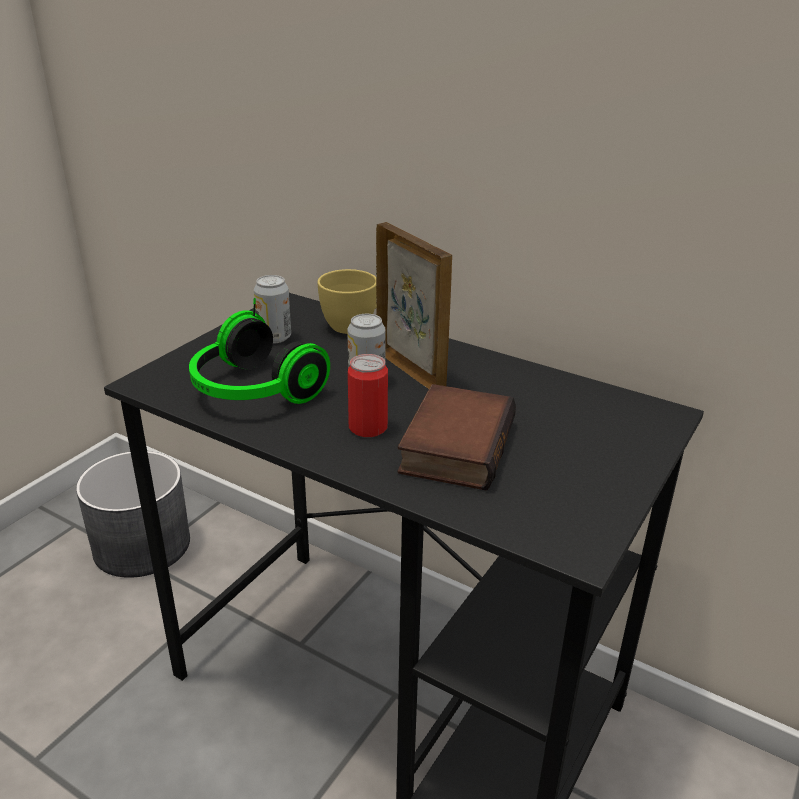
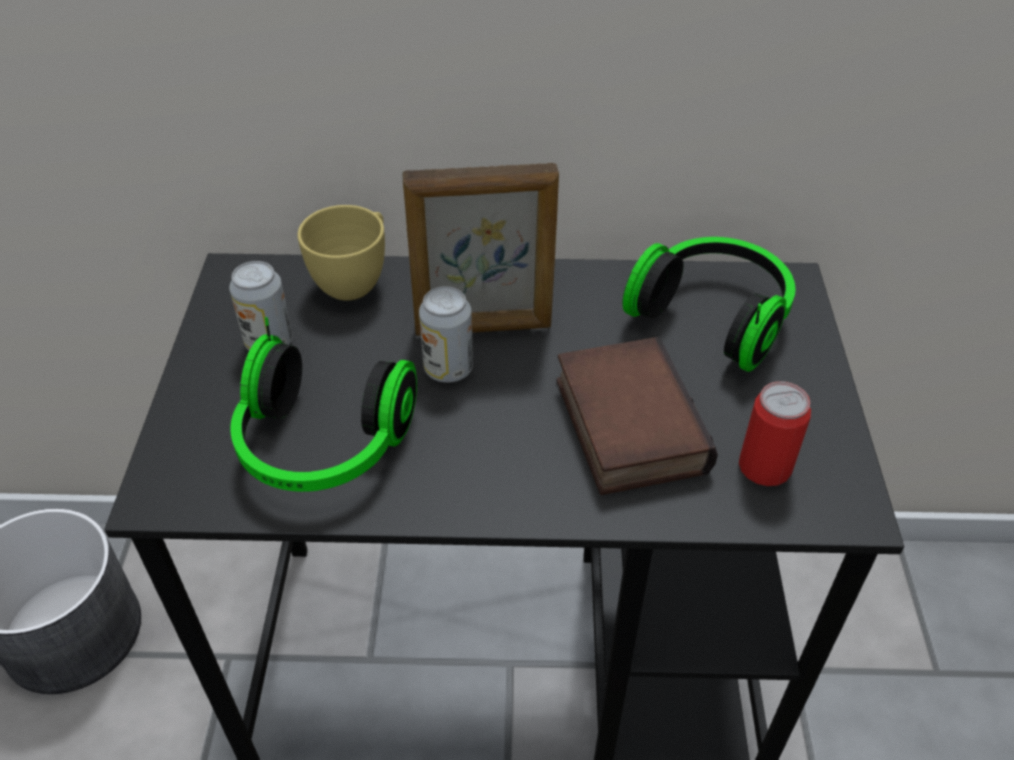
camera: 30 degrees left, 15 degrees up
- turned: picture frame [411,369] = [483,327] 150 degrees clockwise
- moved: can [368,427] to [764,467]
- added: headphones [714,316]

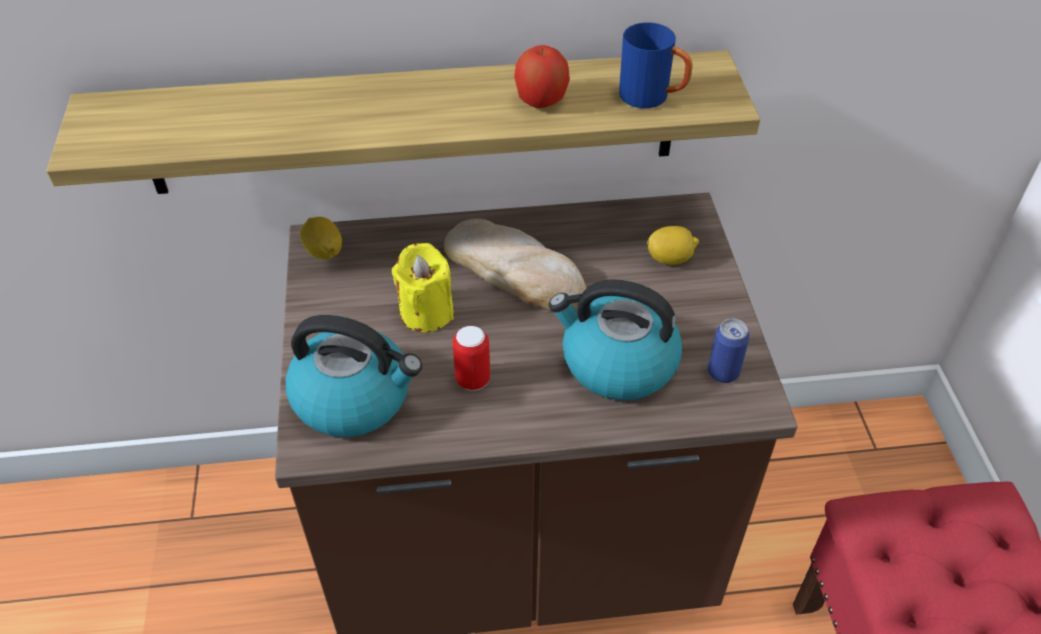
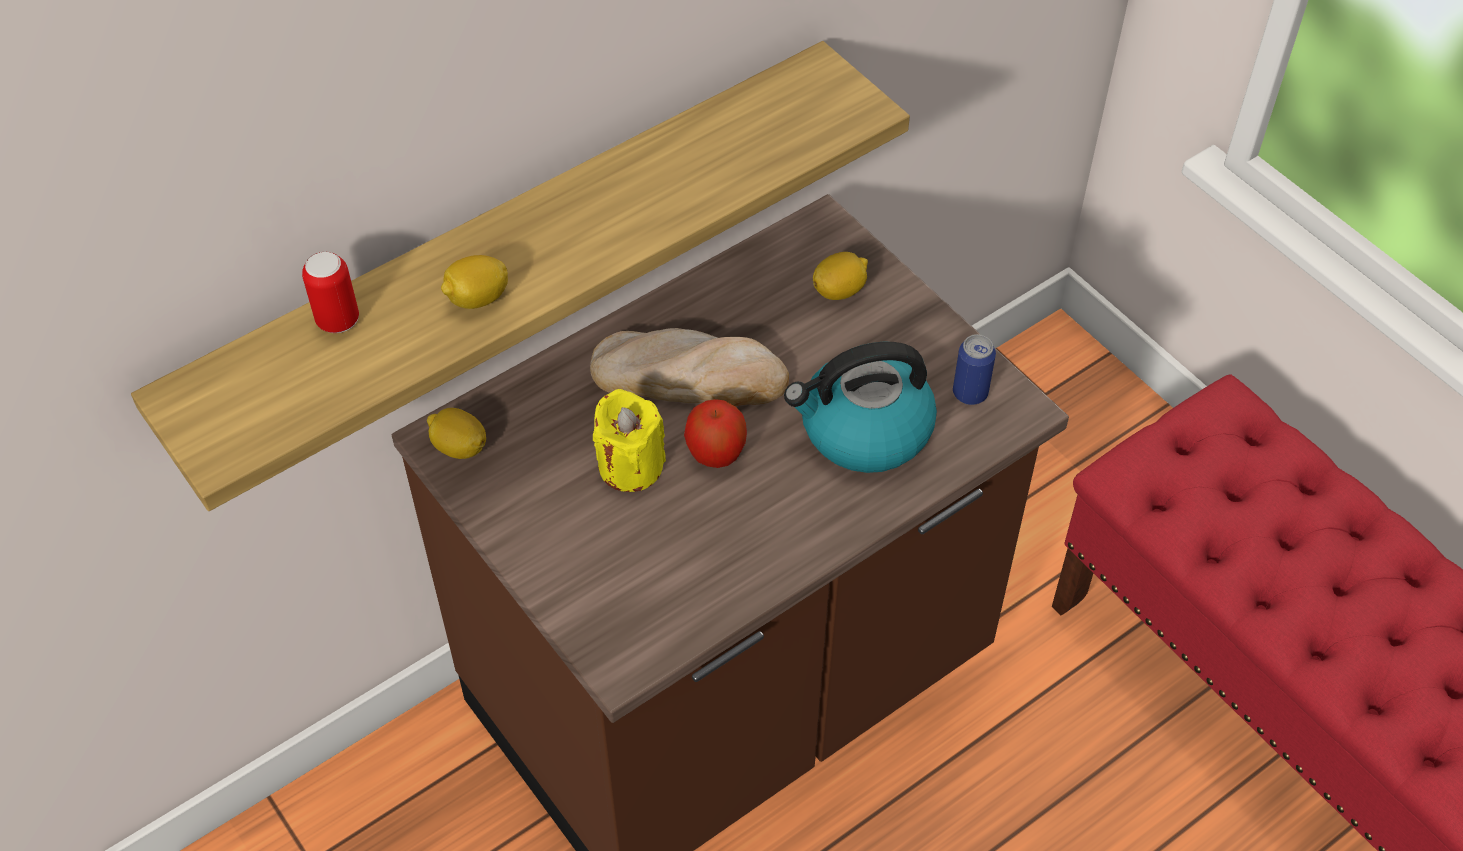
camera: 30 degrees left, 5 degrees up
- removed: blue mug [652,98]
- moved: apple [541,101] to [716,452]
- removed: kettle [354,397]
- moved: can [473,379] to [338,320]
- added: lemon [477,299]

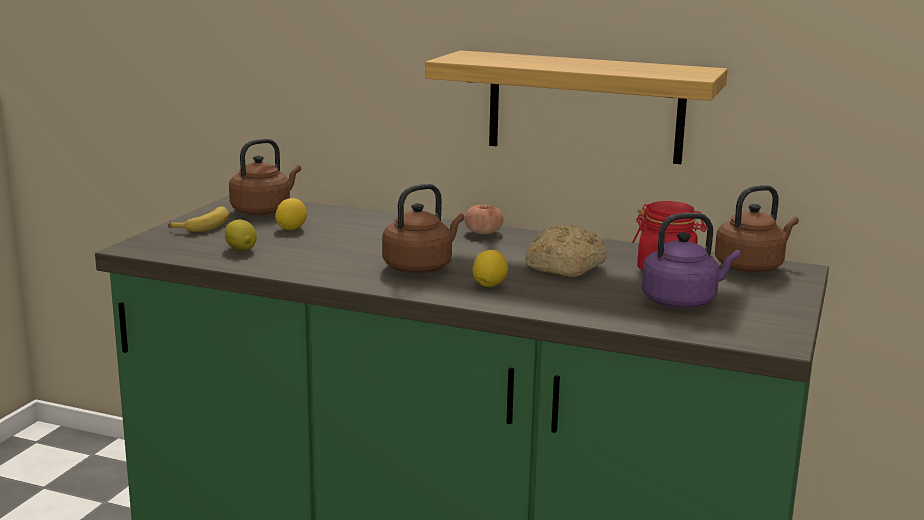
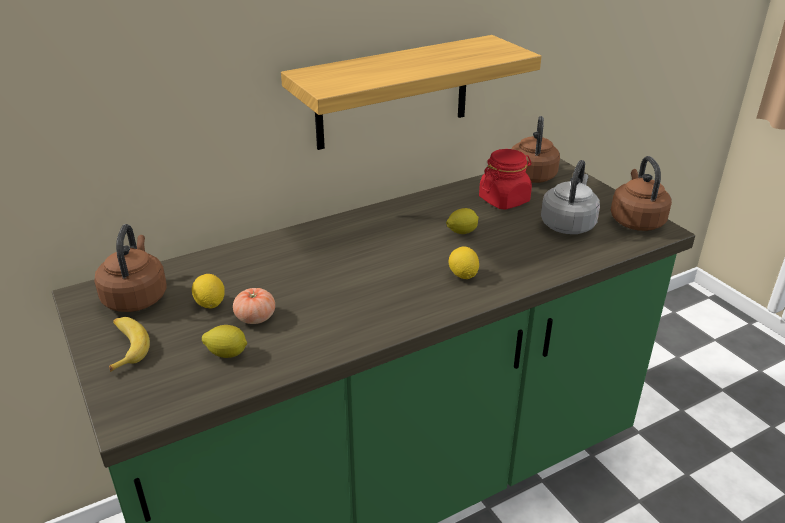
camera: 50 degrees left, 15 degrees up
- moved: brown kettle [420,267] to [636,220]
- moved: tomato [483,232] to [255,317]
- recoloured: purple kettle [682,301] to grey kettle [568,224]
- replaced: bread [564,268] to lemon [461,232]

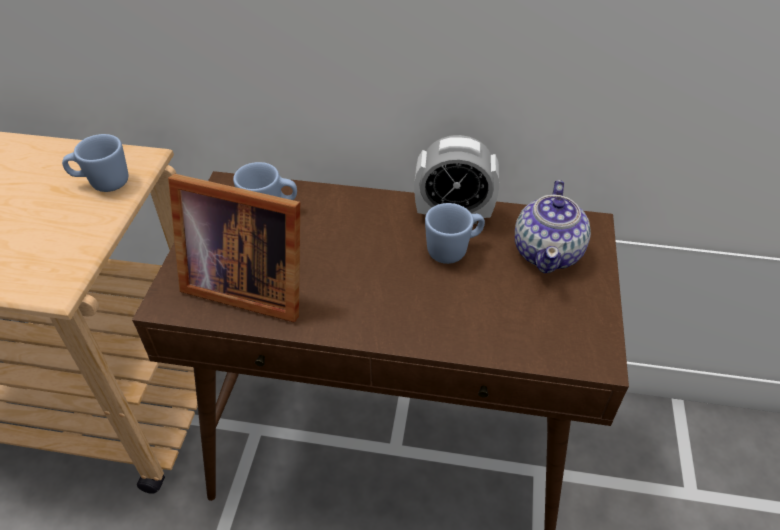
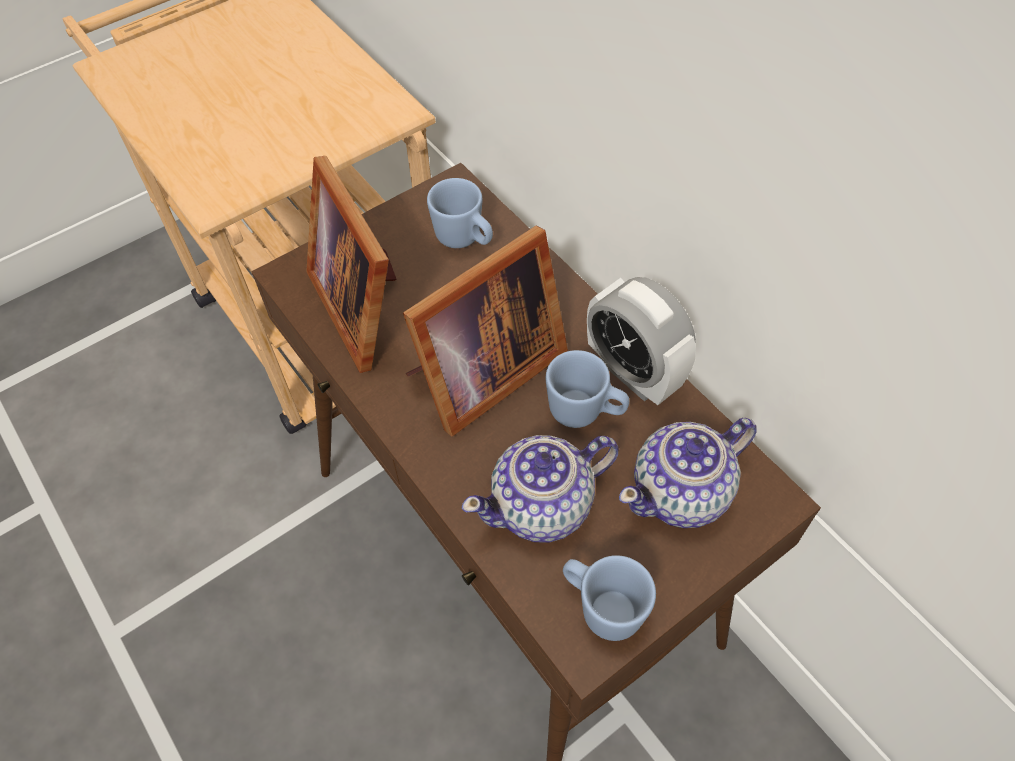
camera: 45 degrees right, 10 degrees up
- moved: blue mug [103,183] to [601,607]
- added: picture frame [481,374]
- added: teapot [543,506]

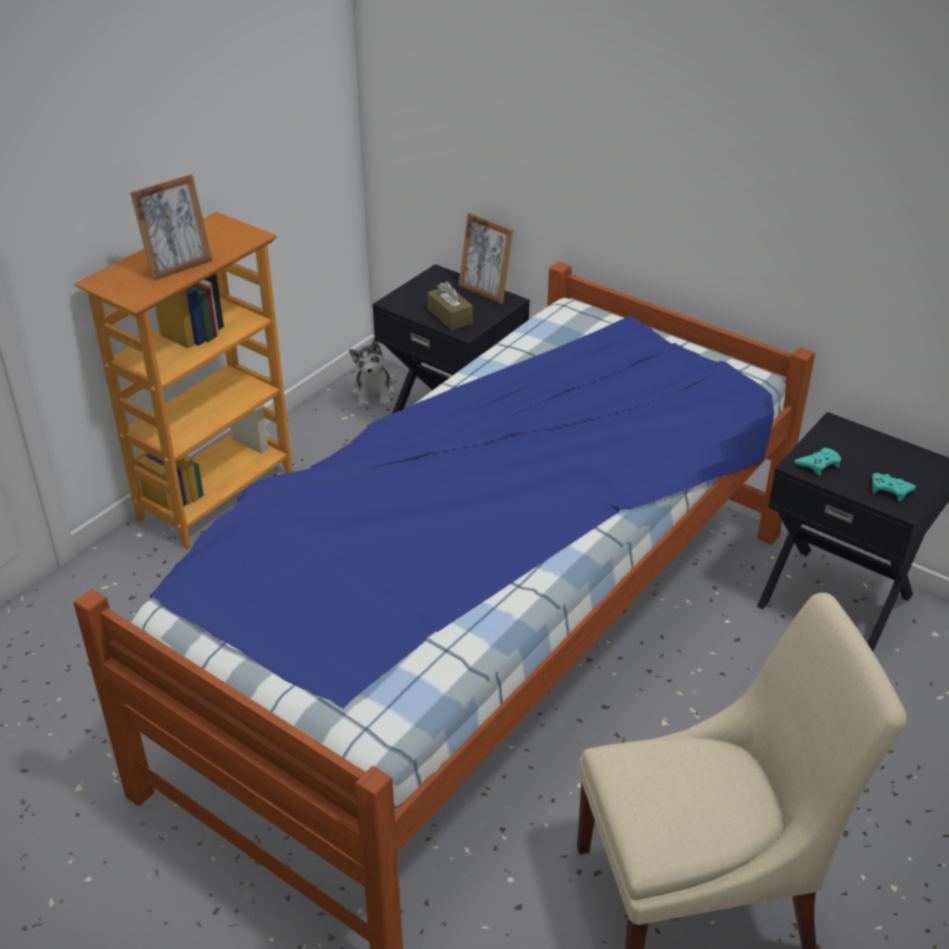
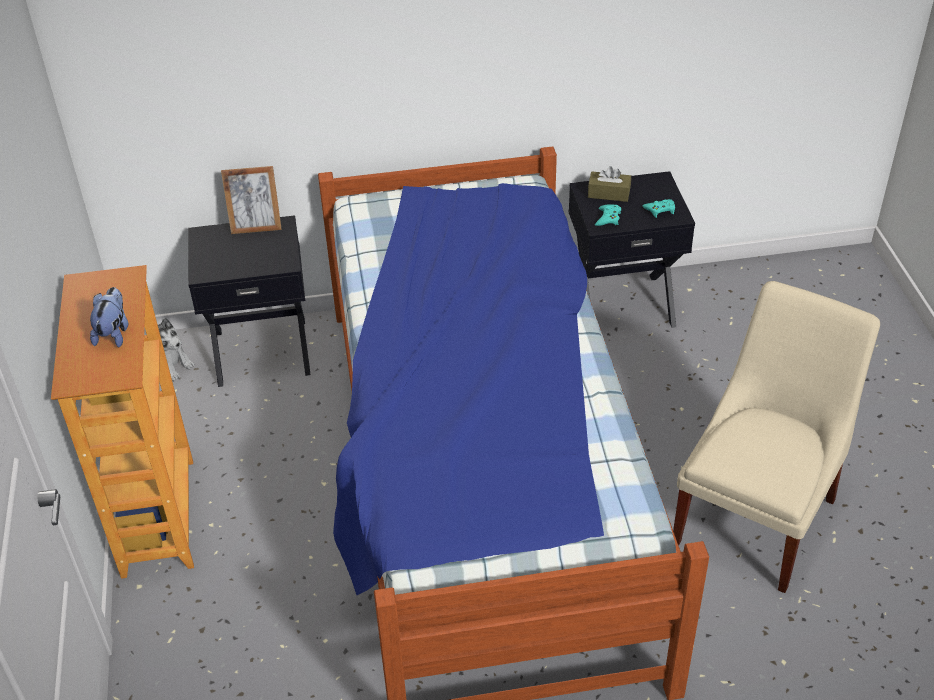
camera: 45 degrees left, 5 degrees up
- replaced: picture frame [178,267] to plush toy [114,333]
- moved: brown tissue box [450,316] to [609,193]

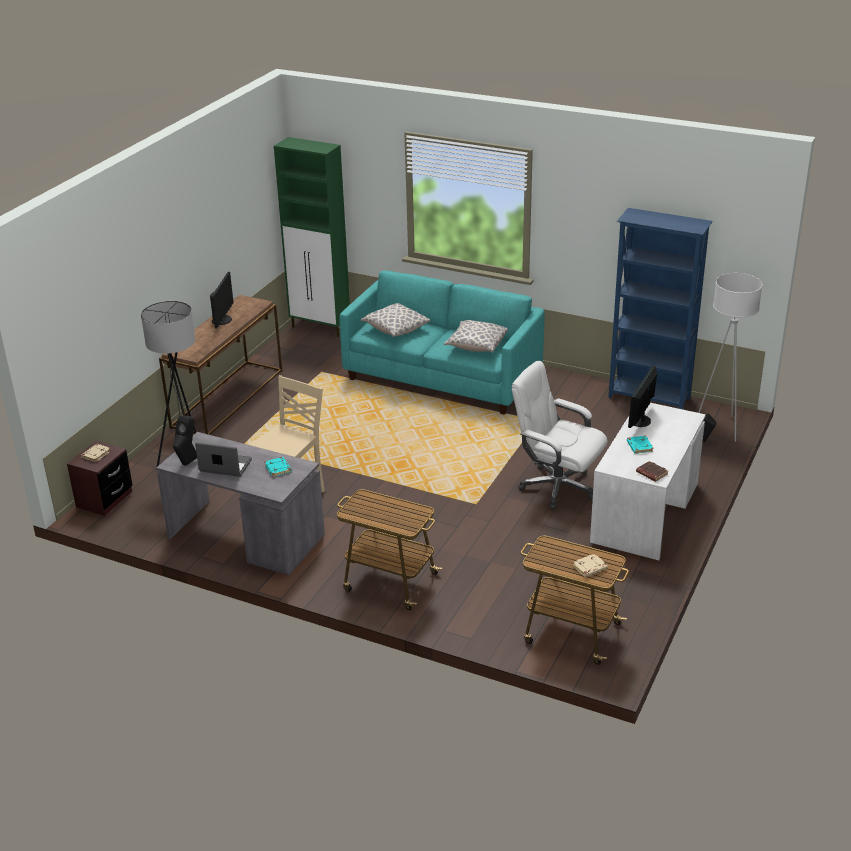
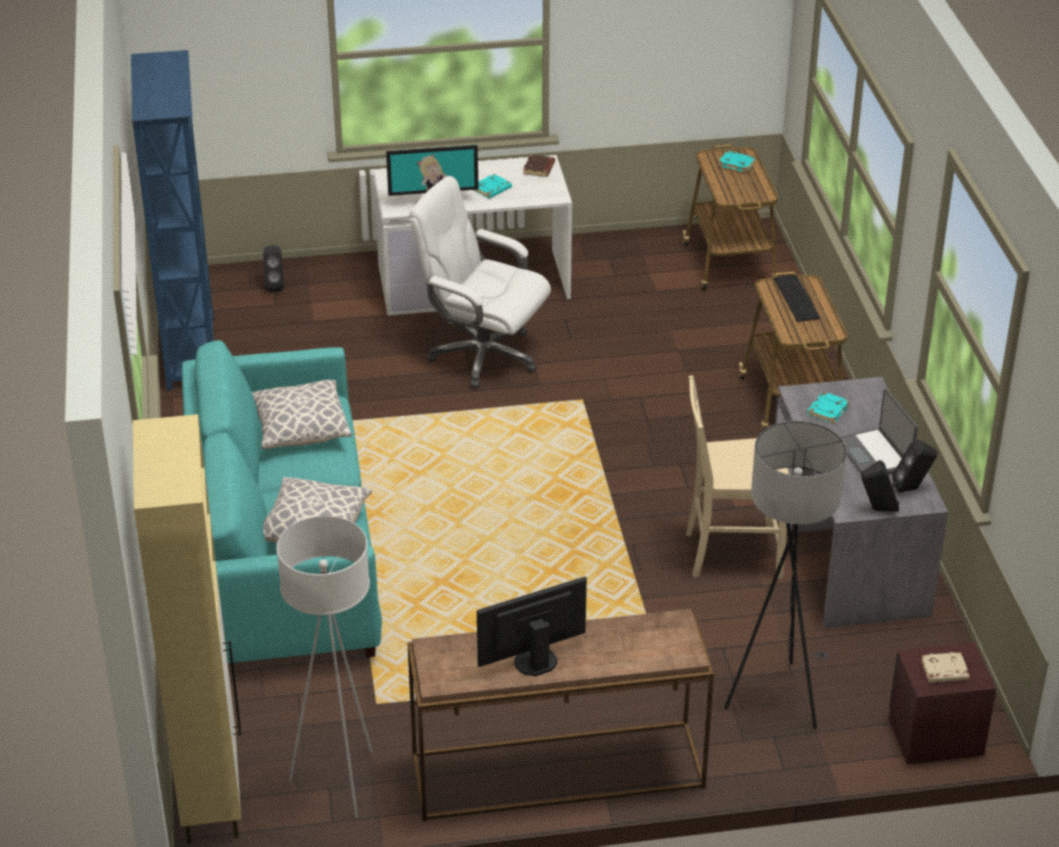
camera: 125 degrees left, 5 degrees up
- recoloured: green cabinet [321,327] to beige cabinet [211,794]
- moved: white floor lamp [720,428] to [340,781]
- turned: white office chair [557,487] = [482,355] 120 degrees clockwise
- recoloured: beige book [589,568] to turquoise book [737,164]
- added: keyboard [798,298]

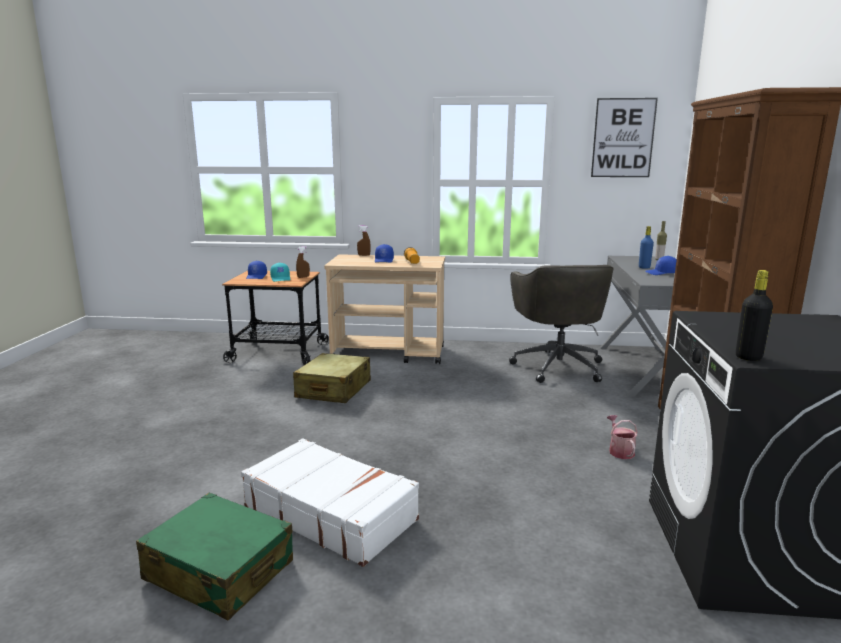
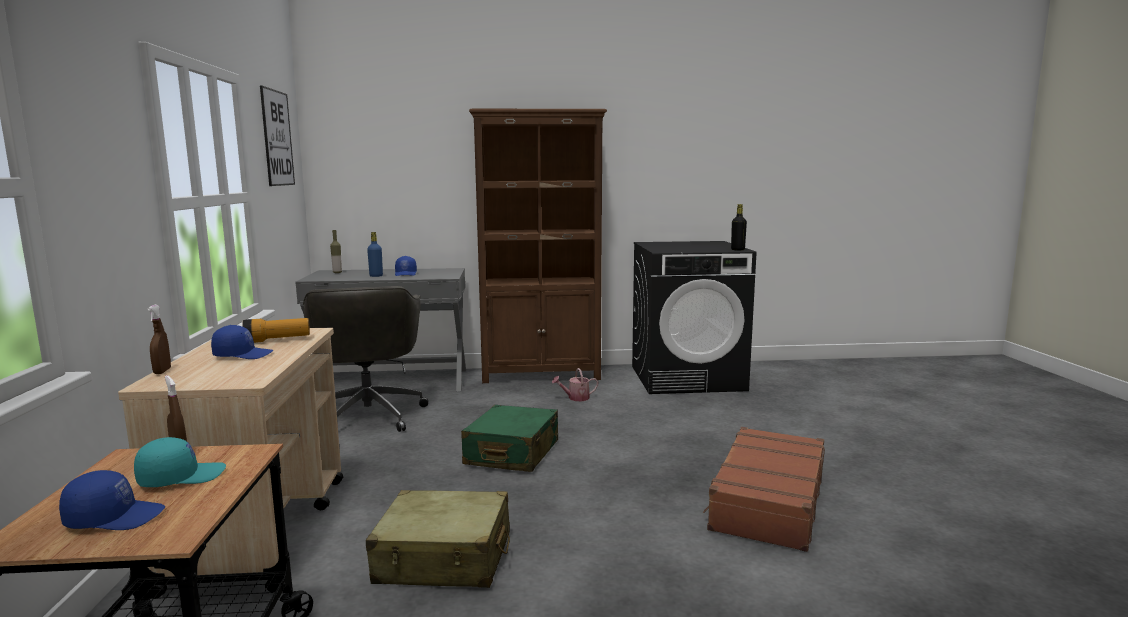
camera: 100 degrees left, 5 degrees down
- turned: grey office chair [558,366] = [369,414] 90 degrees clockwise
- recoloured: white suitcase [331,513] to brown suitcase [767,501]
- moved: green suitcase [219,571] to [512,453]

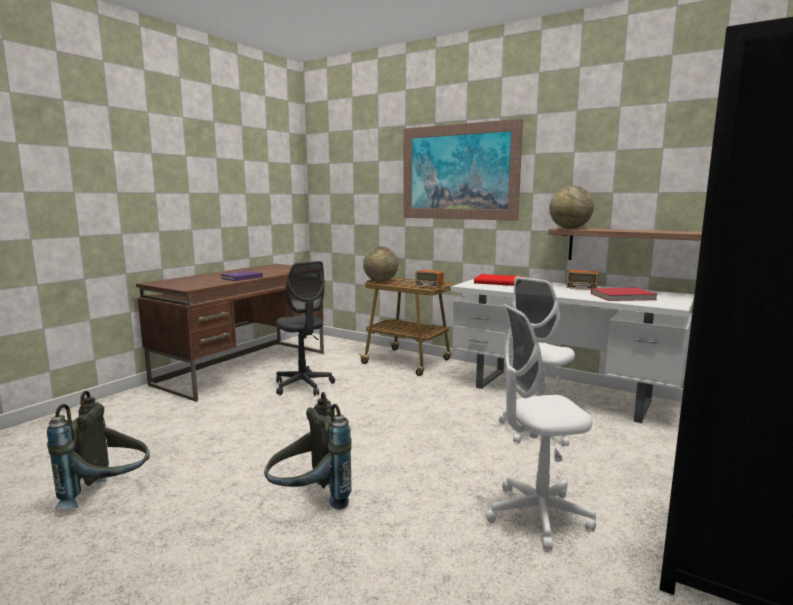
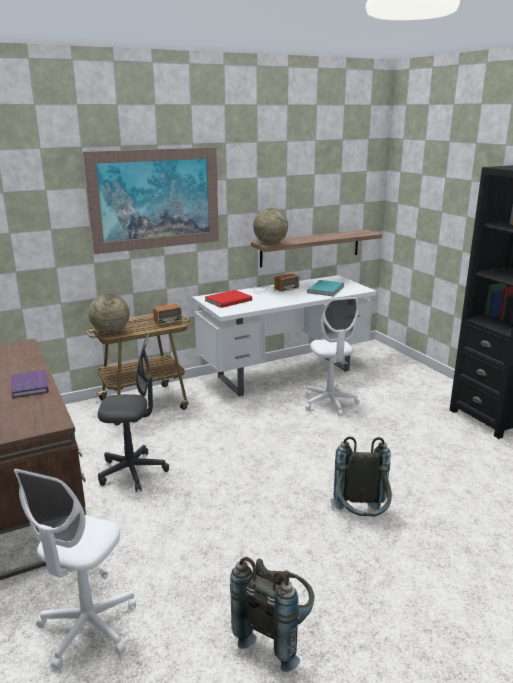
camera: 60 degrees left, 10 degrees up
- recoloured: red book [623,297] to turquoise book [326,290]
- moved: white office chair [538,516] to [88,628]

